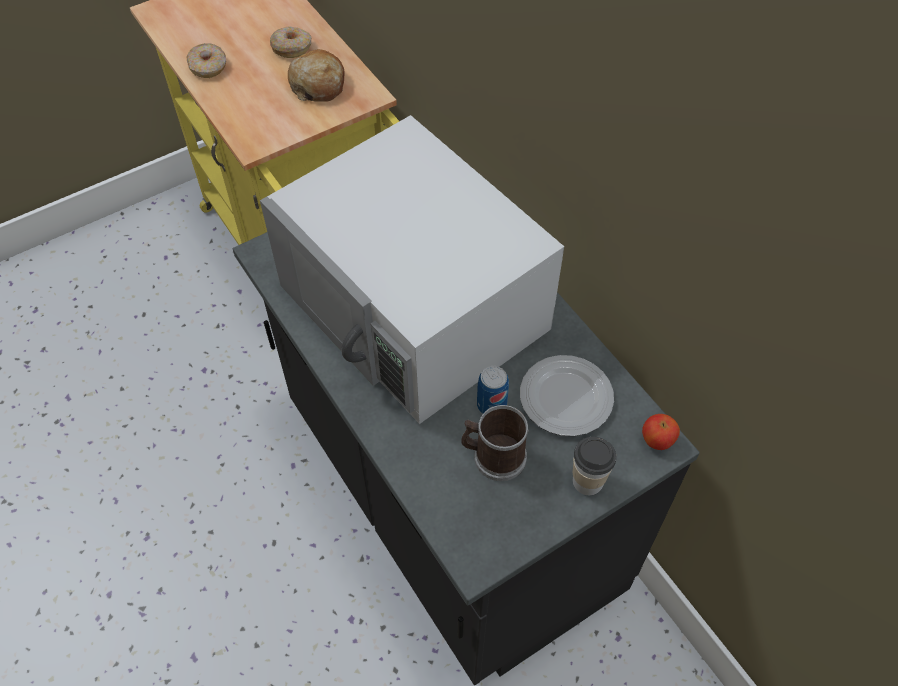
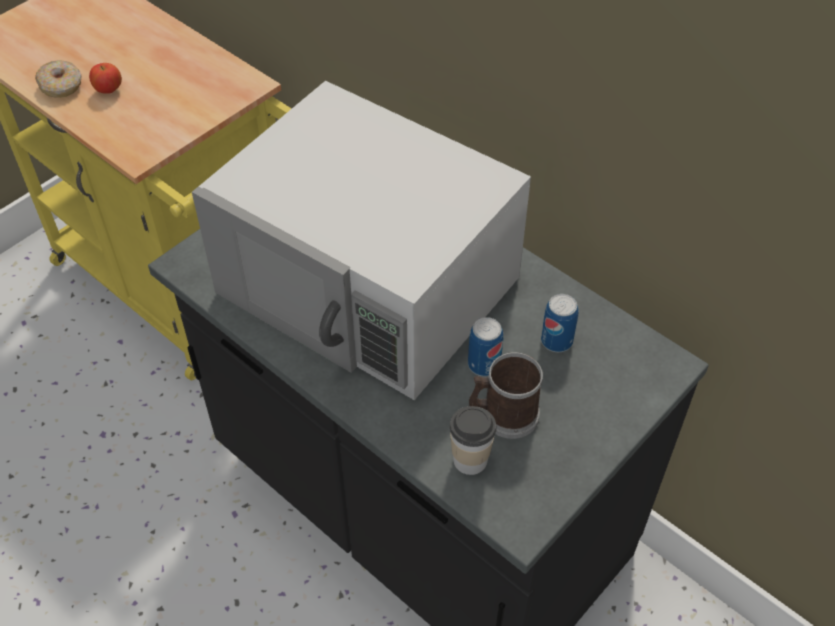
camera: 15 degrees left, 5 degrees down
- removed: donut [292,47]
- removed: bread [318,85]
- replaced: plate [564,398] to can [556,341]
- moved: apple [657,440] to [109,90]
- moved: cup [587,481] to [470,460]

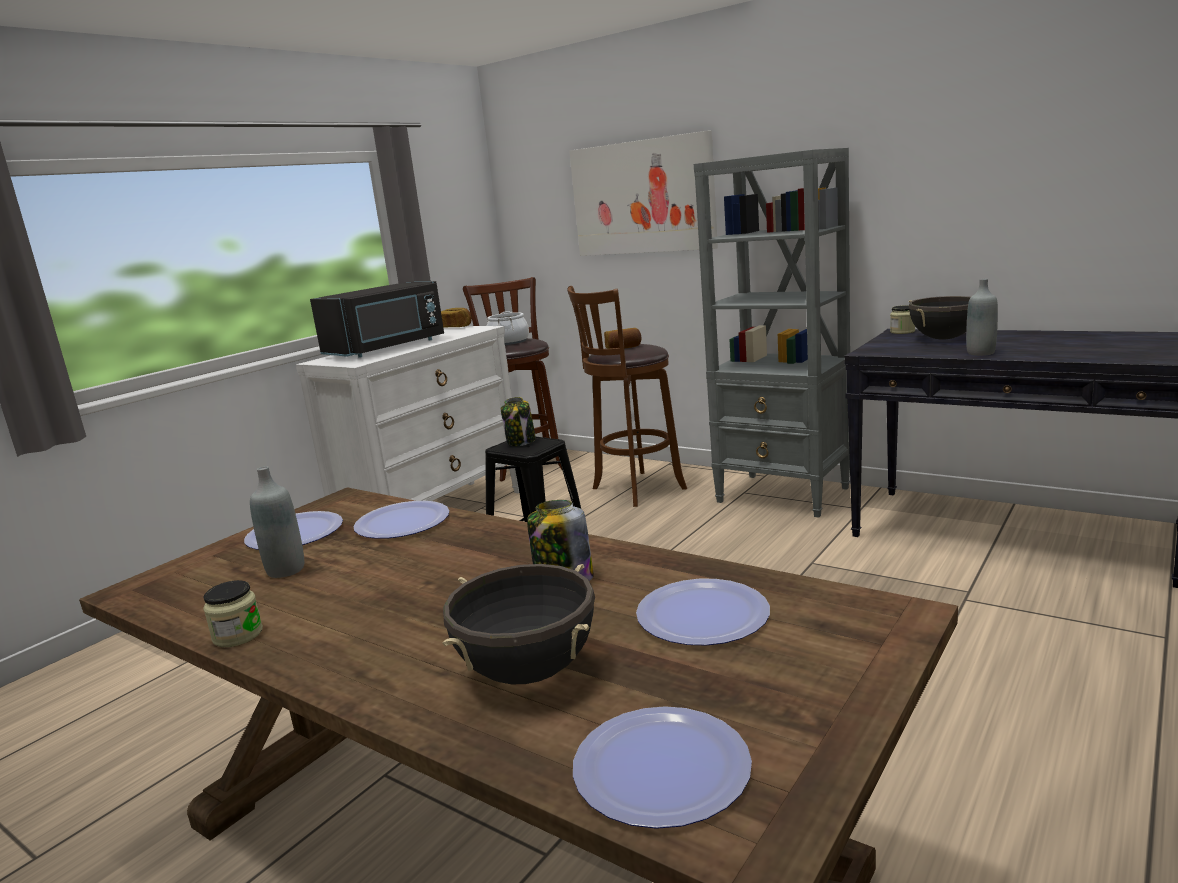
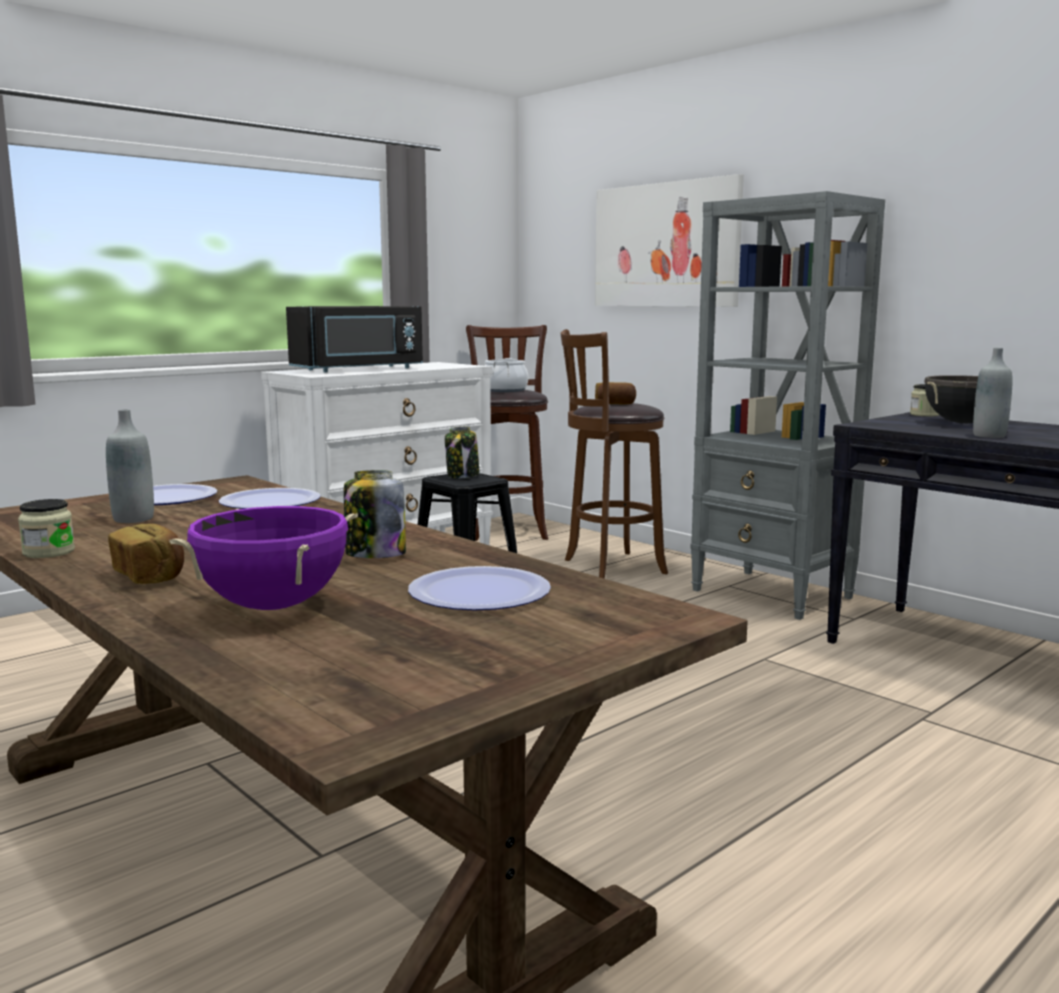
camera: 10 degrees right, 5 degrees down
- moved: bread [456,327] to [150,576]
- recoloured: black cooking pot [528,672] to purple cooking pot [272,606]
- removed: plate [661,768]

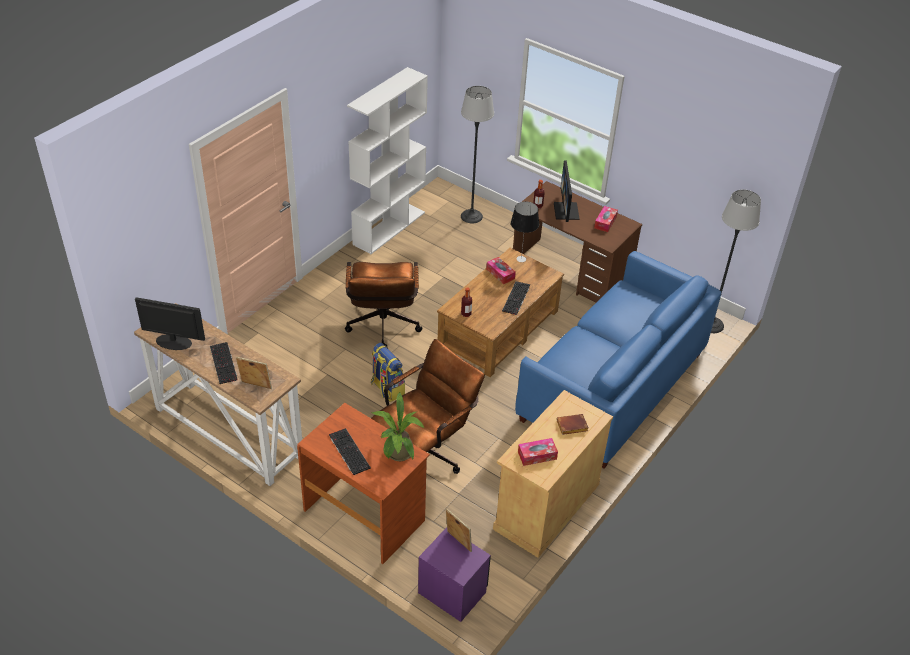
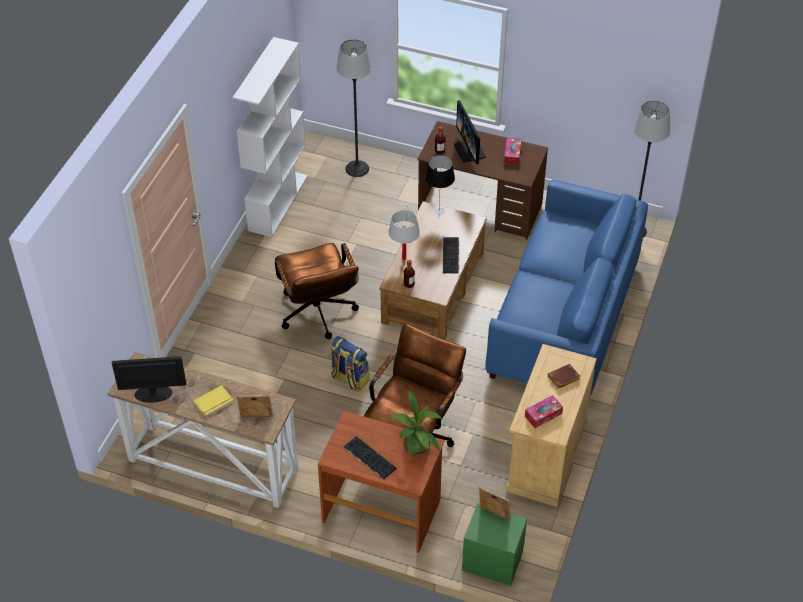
camera: 15 degrees left, 5 degrees up
- removed: tissue box [500,274]
- replaced: keyboard [224,363] to yellow book [214,402]
- recoloured: purple nightstand [452,592] to green nightstand [492,560]
- added: white table lamp [404,258]

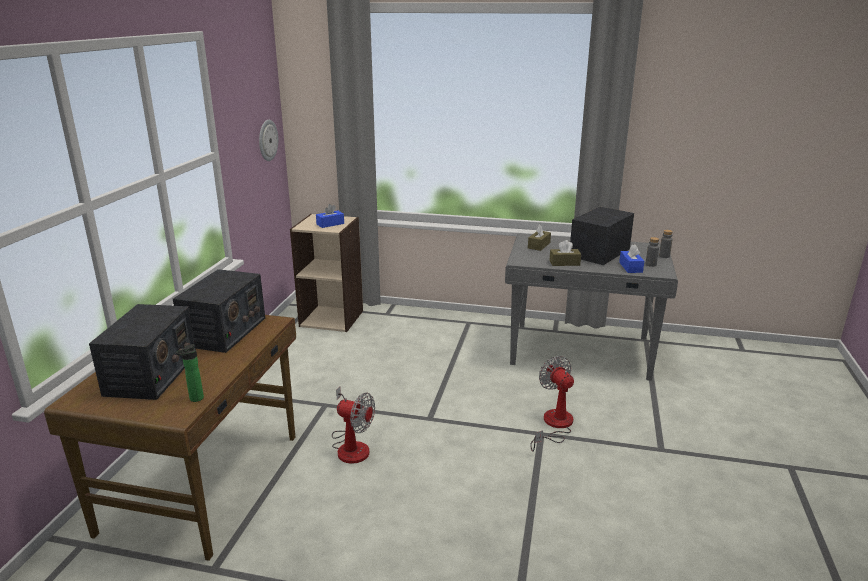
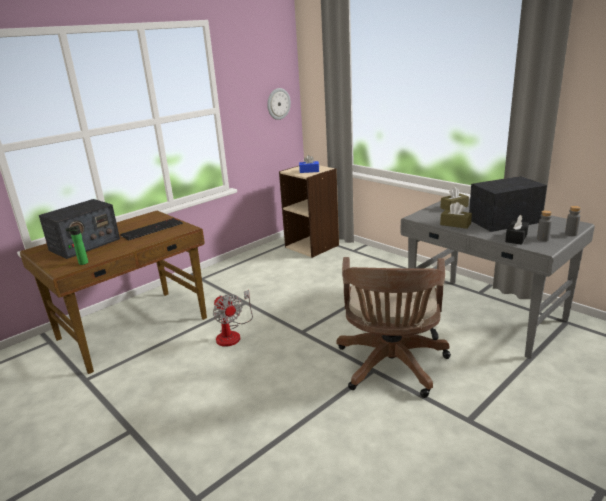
camera: 35 degrees right, 0 degrees up
- recoloured: blue tissue box [630,267] to black tissue box [516,238]
- replaced: radio [224,332] to keyboard [152,229]
- replaced: fan [554,425] to brown office chair [391,367]

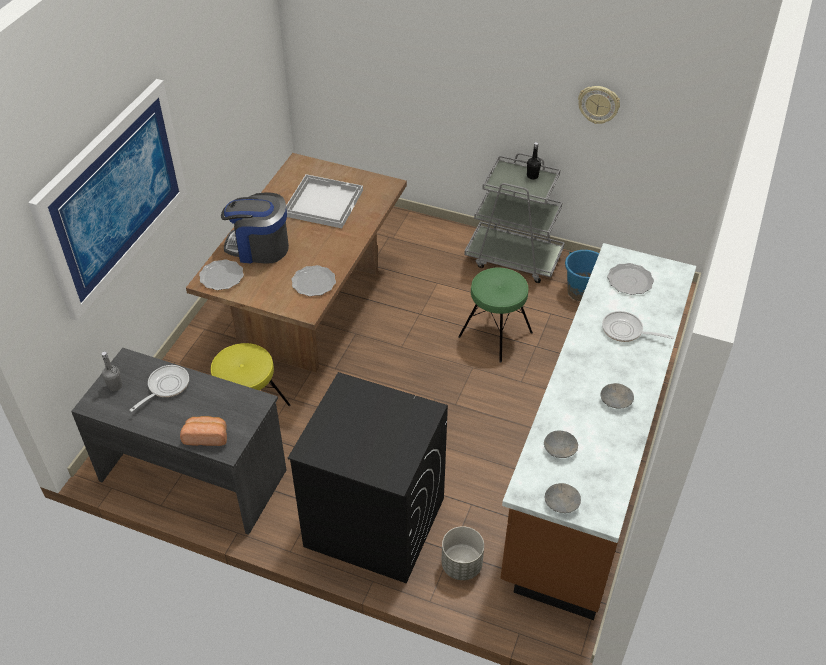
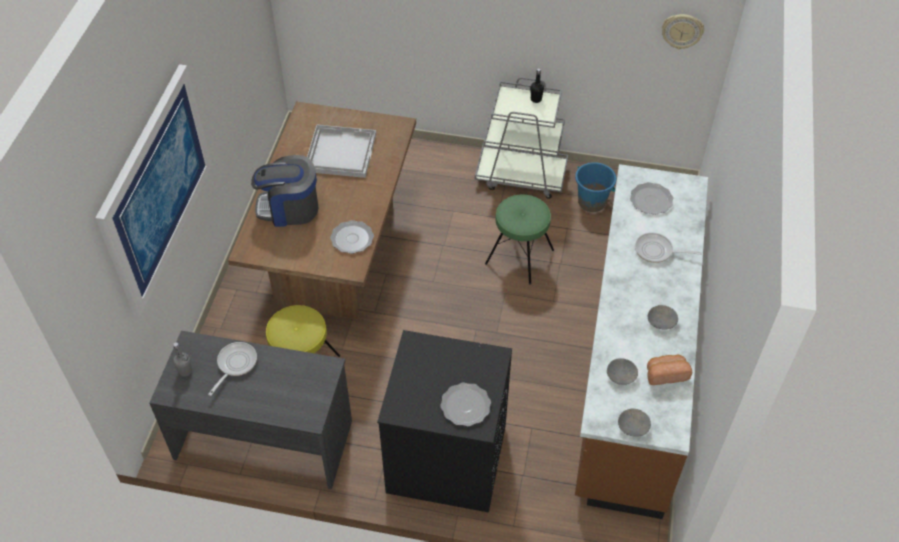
camera: 10 degrees left, 5 degrees up
- moved: wall clock [598,104] to [682,30]
- moved: plate [221,276] to [465,406]
- moved: bread [206,436] to [666,374]
- removed: grey planter [461,565]

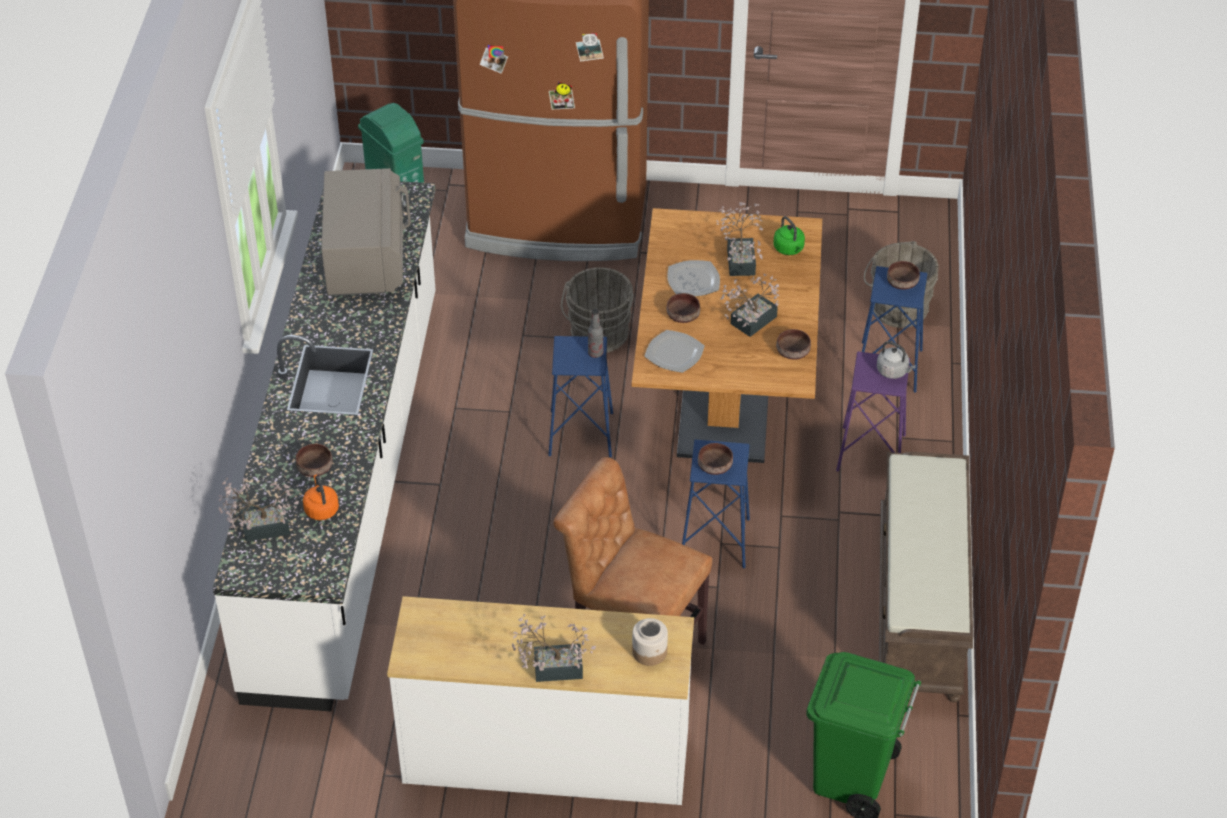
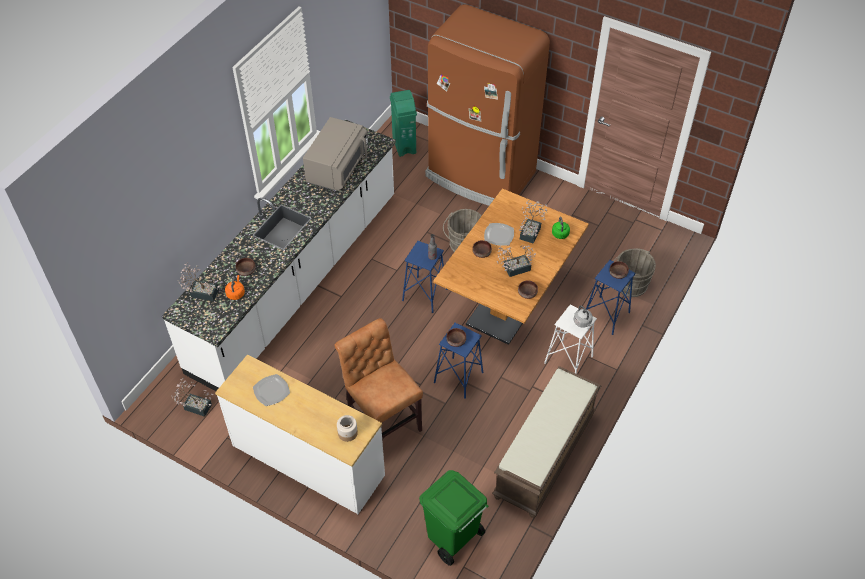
camera: 25 degrees right, 5 degrees up
- moved: plate [674,354] to [271,391]
- recoloured: purple stool [871,453] to white stool [568,360]
- moved: potted plant [551,667] to [195,406]

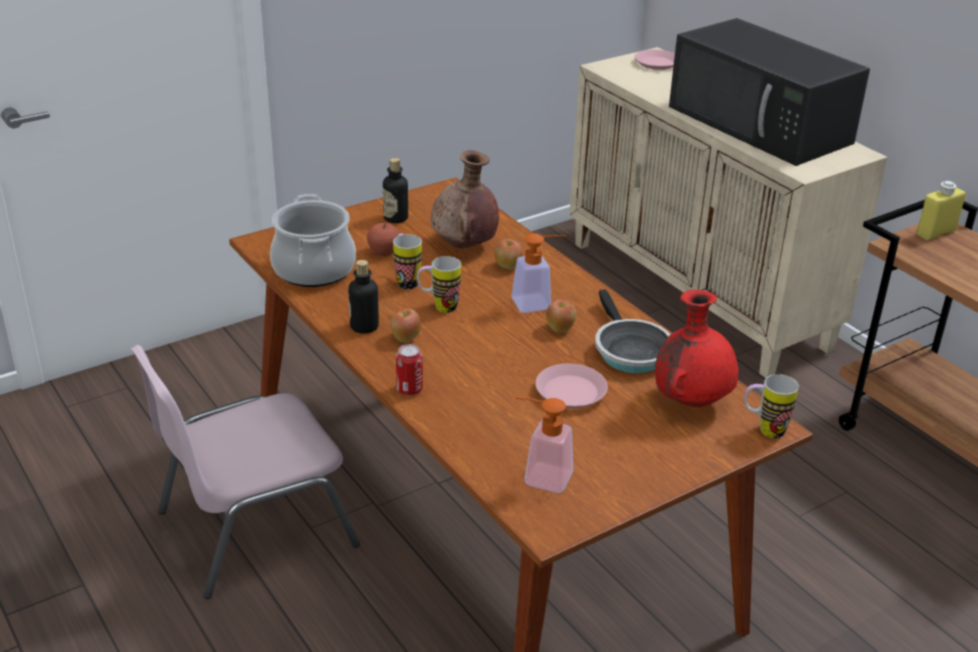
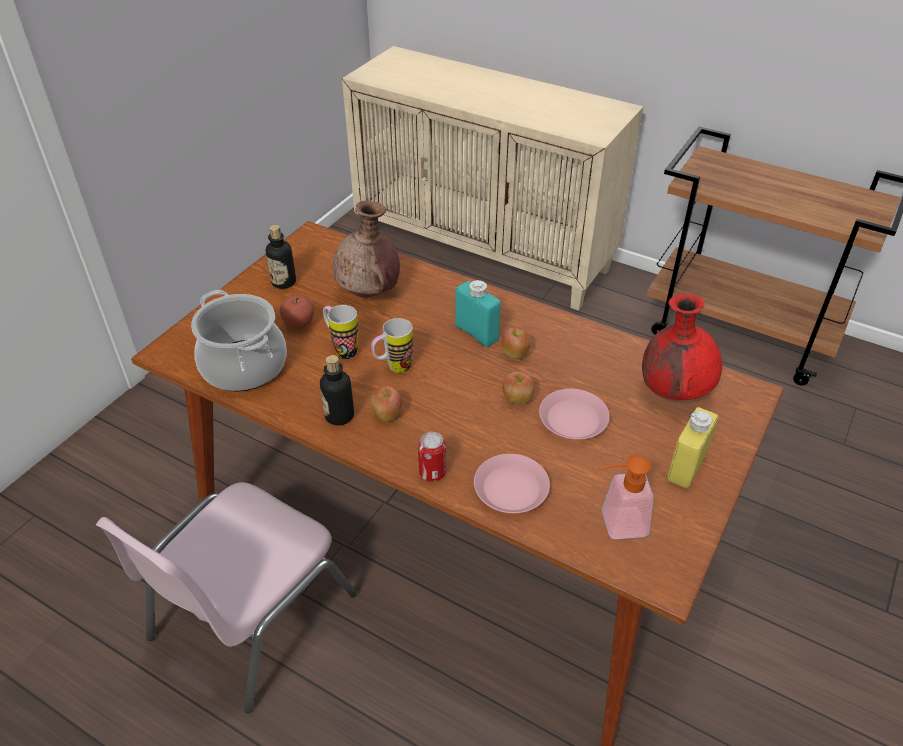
camera: 25 degrees left, 10 degrees up
- removed: black microwave [761,125]
- moved: pink plate [656,63] to [511,489]
- moved: yellow bottle [936,232] to [687,466]
- replaced: soap dispenser [538,303] to turquoise bottle [476,333]
- moved: apple [507,266] to [517,399]
- removed: frying pan [629,350]
- removed: mug [763,430]

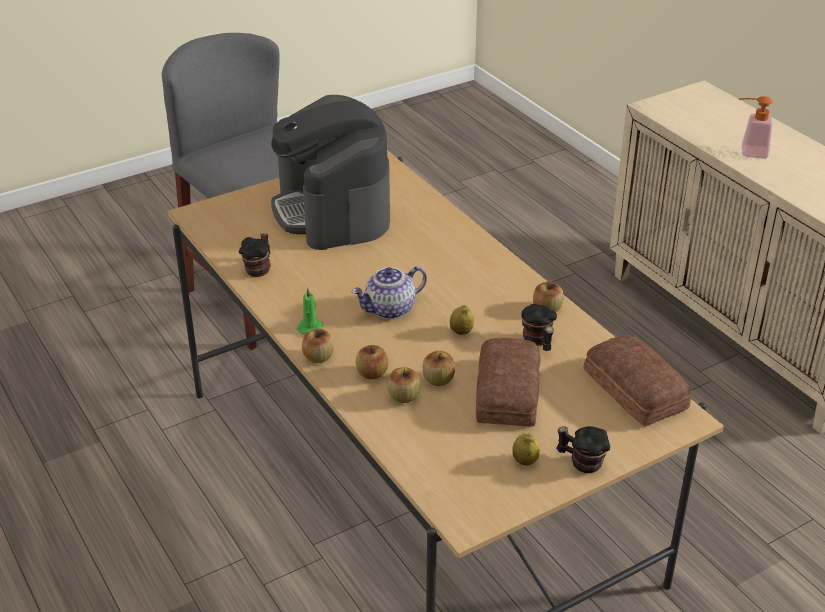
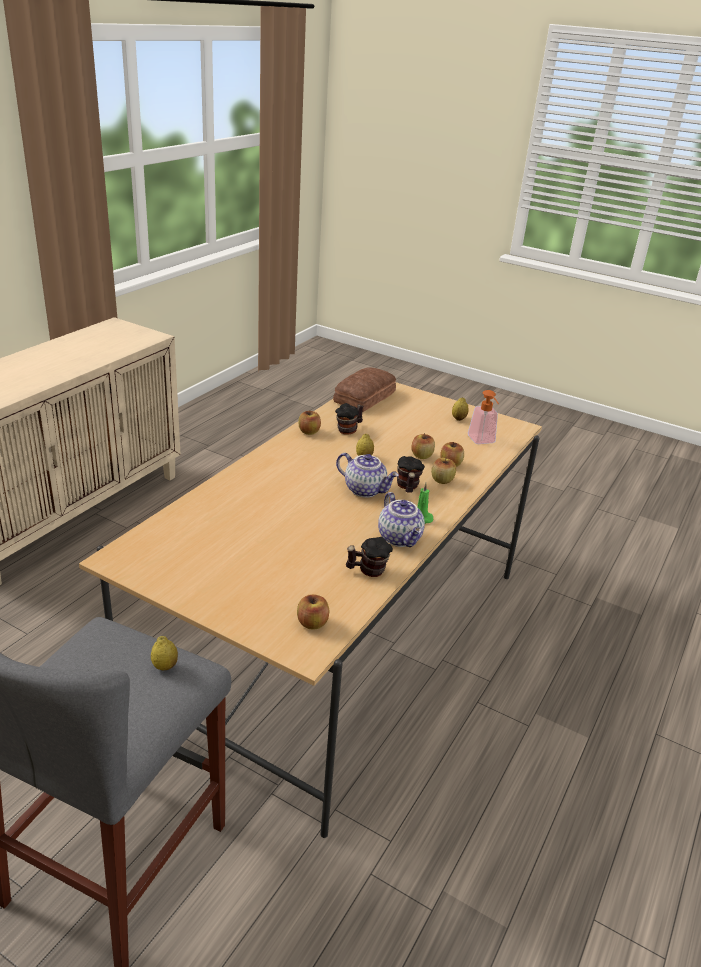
camera: 120 degrees left, 5 degrees down
- removed: coffee machine [332,210]
- moved: soap dispenser [748,152] to [483,441]
- moved: apple [318,357] to [312,623]
- removed: bread [509,391]
- moved: mug [581,462] to [407,488]
- added: teapot [400,538]
- added: lemon [165,666]

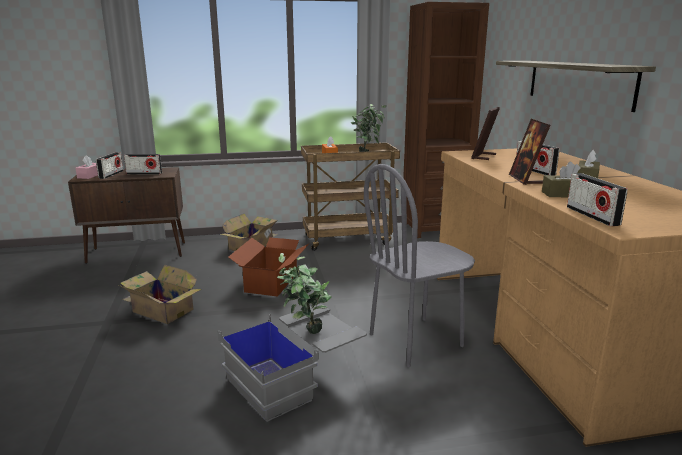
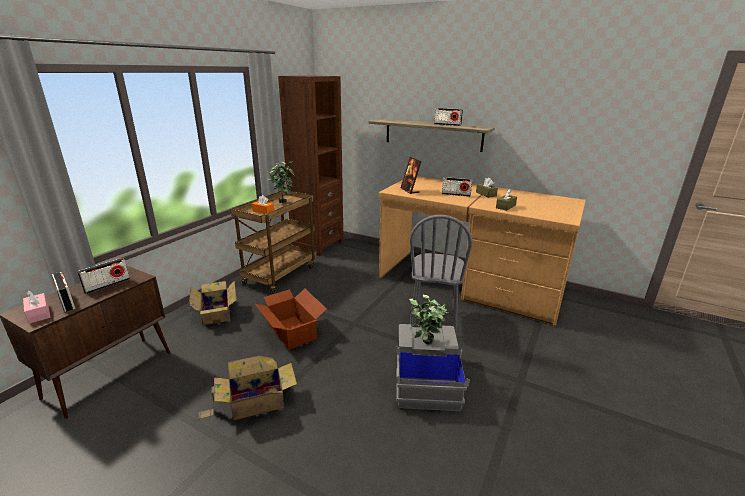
camera: 50 degrees left, 5 degrees up
- removed: picture frame [525,179]
- moved: radio [592,216] to [447,125]

